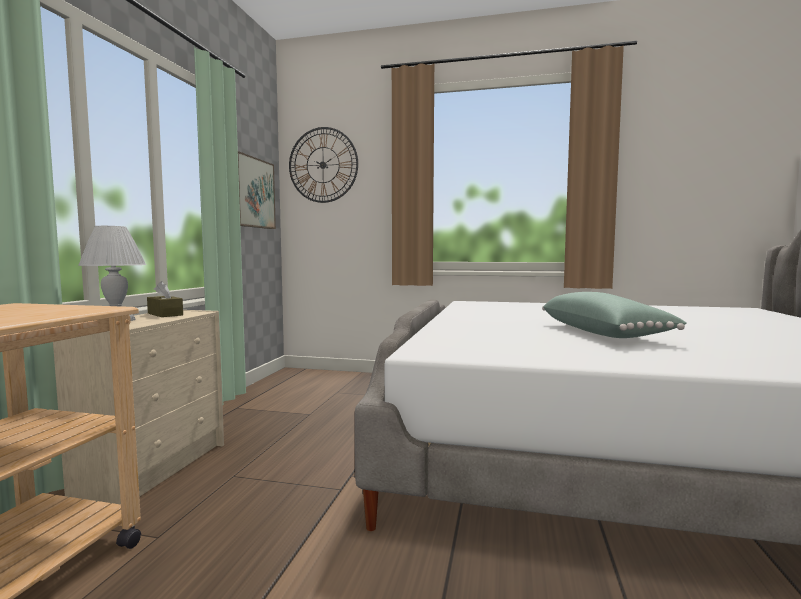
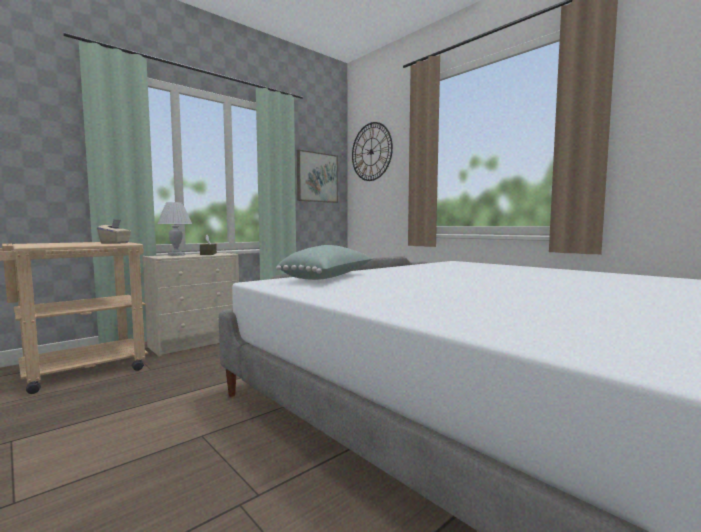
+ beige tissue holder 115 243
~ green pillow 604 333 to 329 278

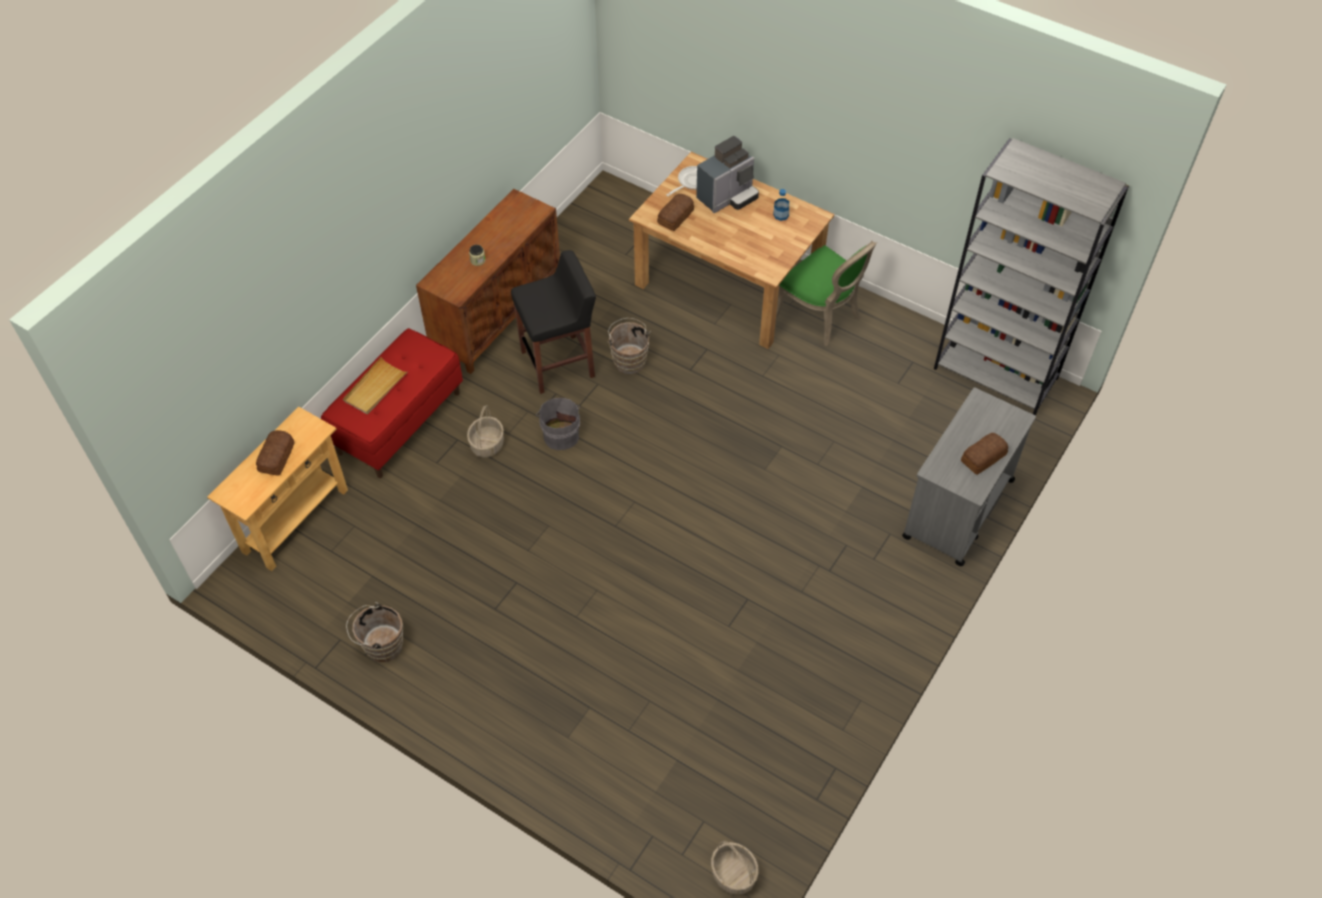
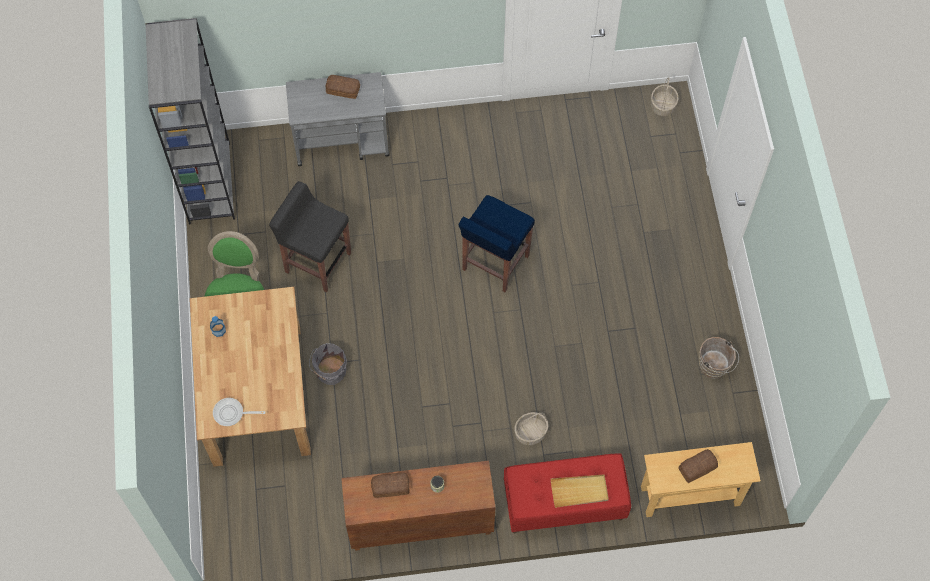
- brownish bucket 629 359
- coffee machine 728 196
+ blue-coloured sitting stool 495 263
~ black sitting stool 559 364 to 317 262
~ gray bucket 561 434 to 330 372
~ bakery bread 676 216 to 390 486

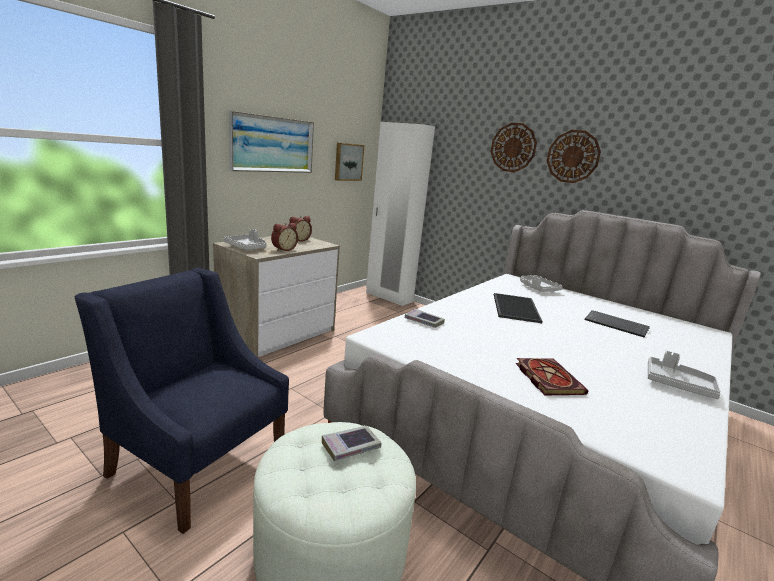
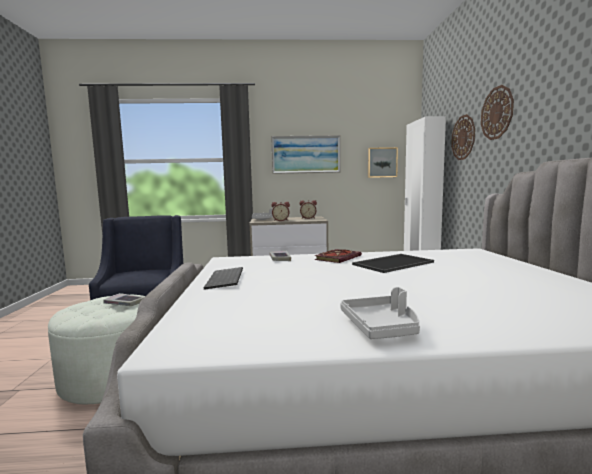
- gray carrying tray 537 288
~ bound book 546 378 to 338 258
~ wall clock 573 156 to 463 137
~ keyboard 617 325 to 226 279

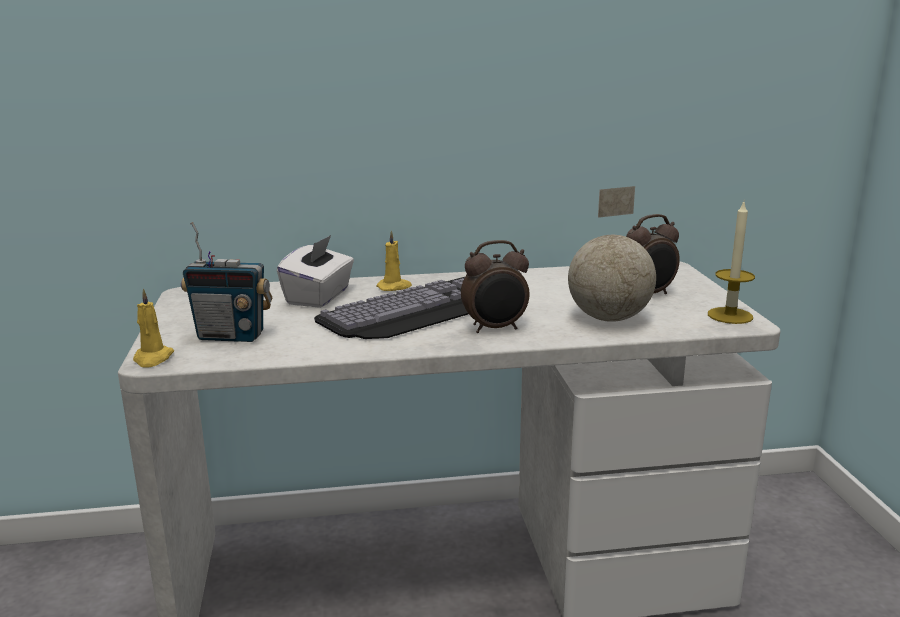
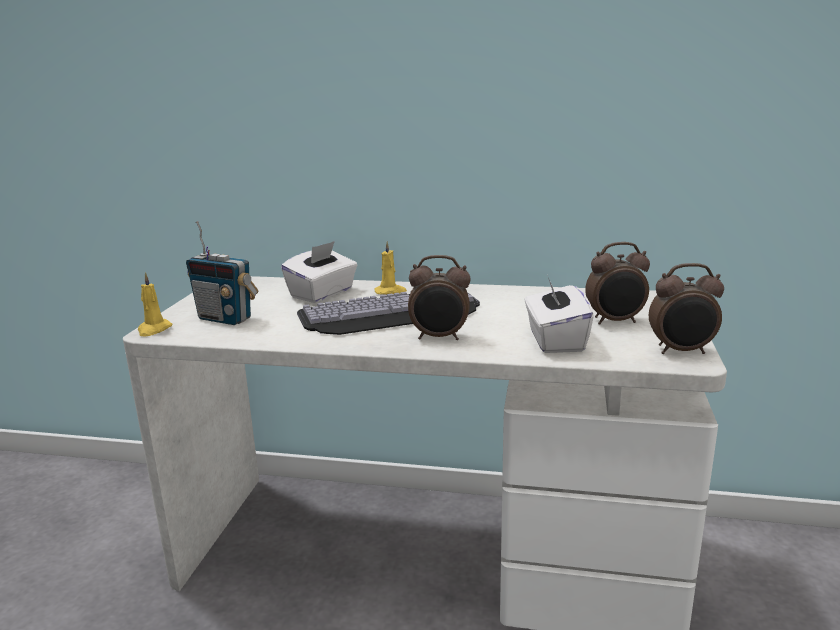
~ desk globe 610 318 to white tissue holder 555 340
~ wax candle 730 315 to bedside clock 681 351

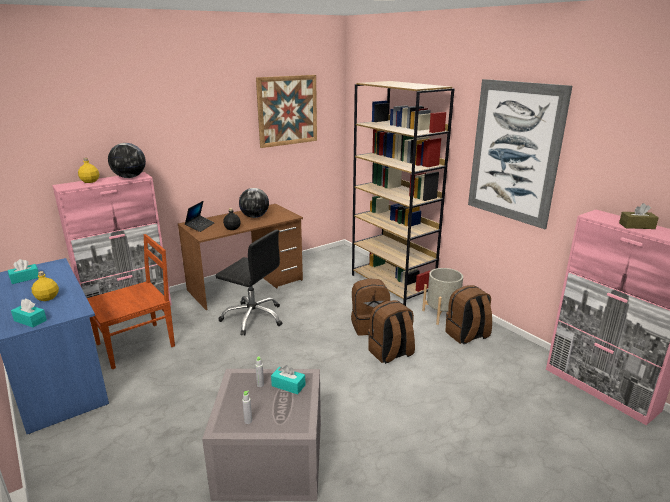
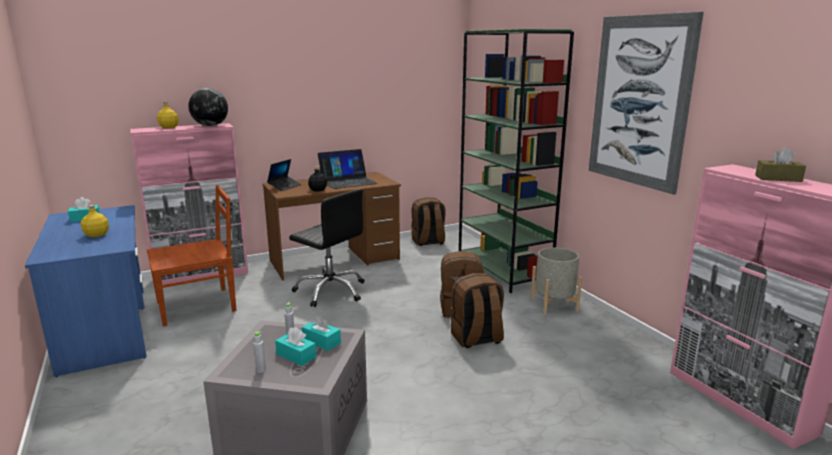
- wall art 287 110
~ turquoise-coloured tissue holder 30 320 to 296 356
~ brownish backpack 467 335 to 428 242
~ desk globe 255 217 to laptop 348 181
~ brownish bookshelf 392 284 to green bookshelf 504 270

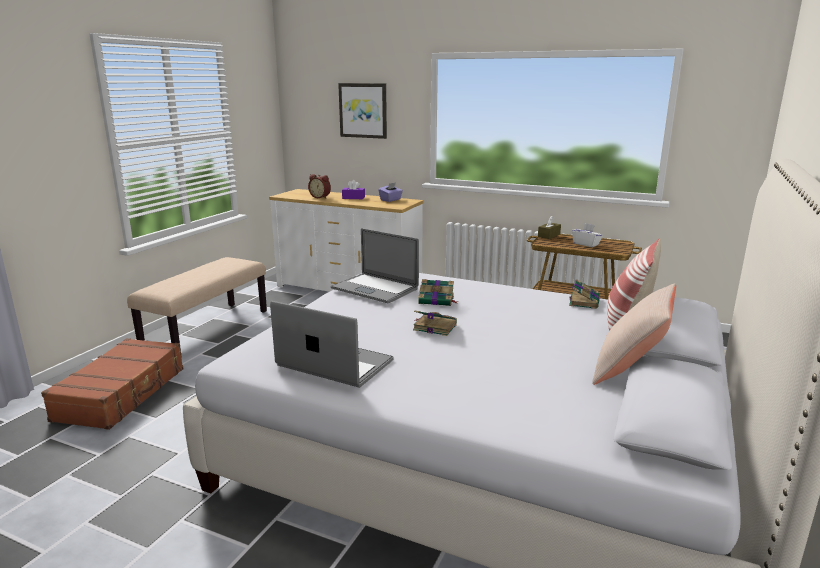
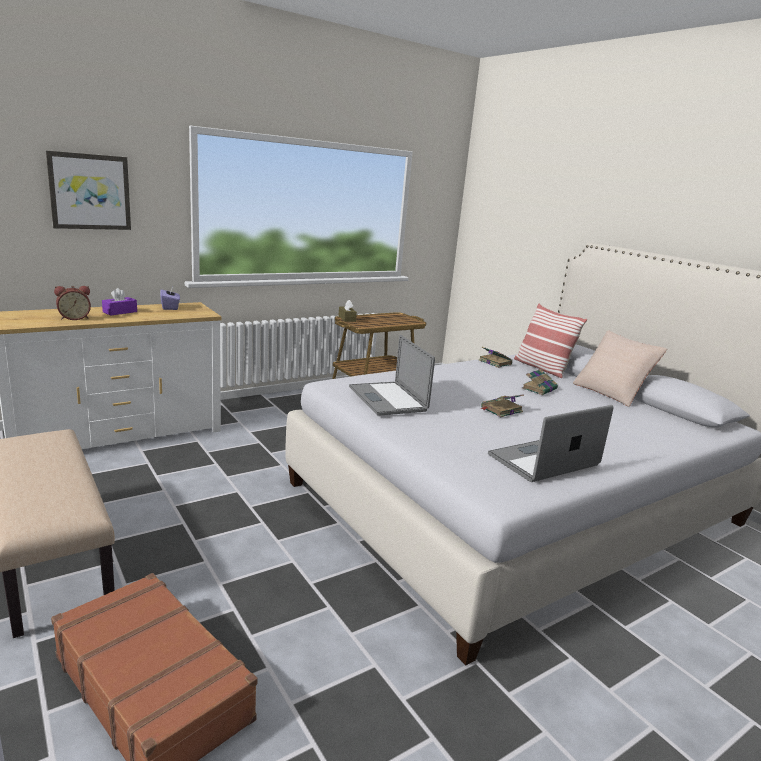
- white tissue holder 586 244
~ bound book 437 300 to 539 389
~ laptop 374 288 = 387 398 90 degrees clockwise

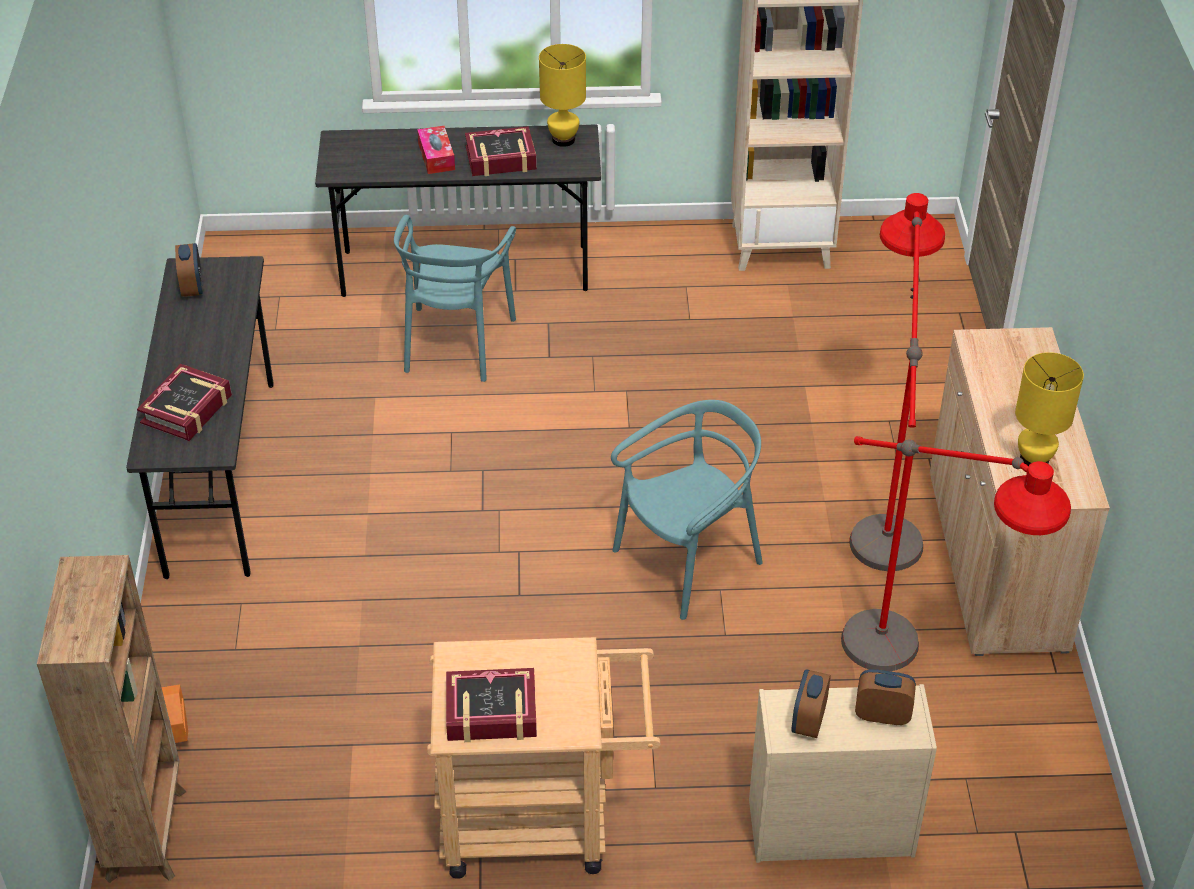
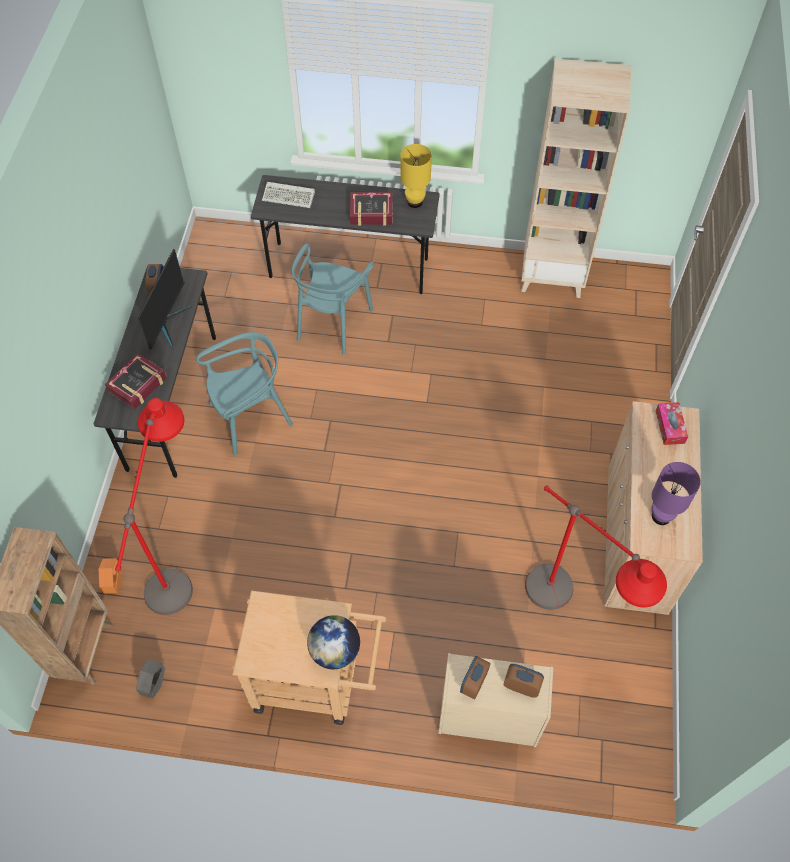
- bound book 491 712
+ gray flower pot 154 684
+ computer screen 167 322
+ keyboard 290 196
+ desk globe 335 650
~ tissue holder 436 157 to 669 427
~ turquoise-coloured plain chair 688 561 to 250 418
~ red-coloured standing lamp 884 506 to 180 560
~ yellow tabletop lamp 1033 461 to purple-coloured tabletop lamp 660 516

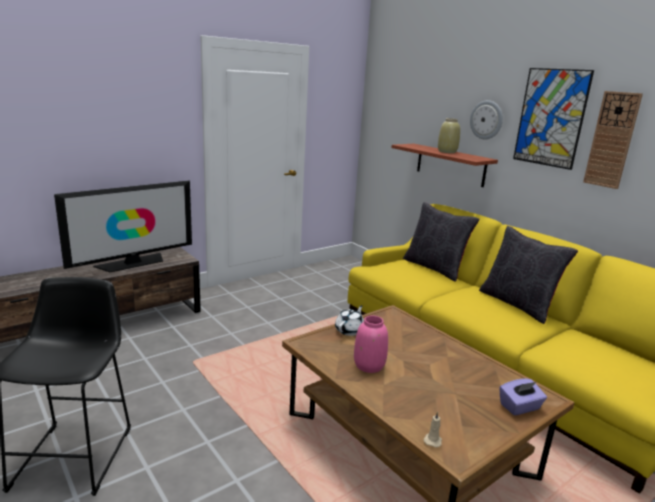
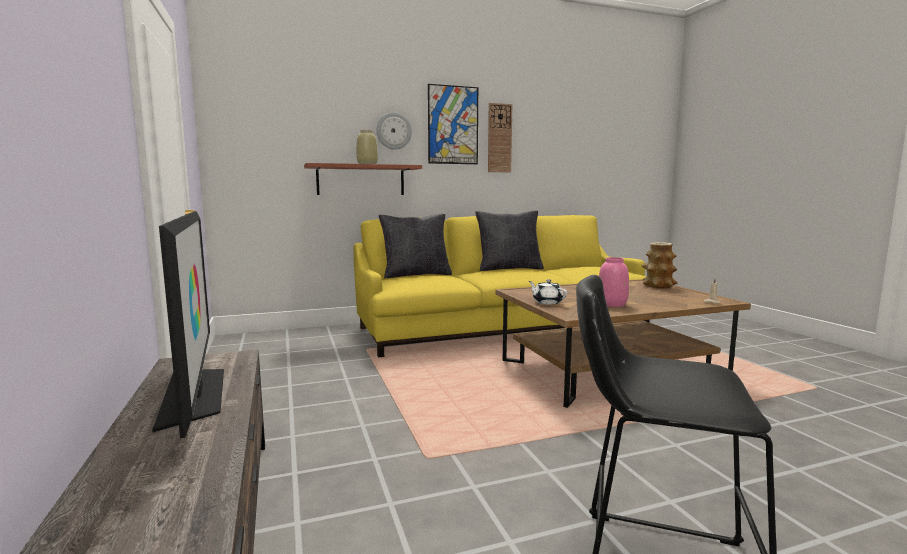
~ purple-coloured tissue holder 520 407 to vase 658 286

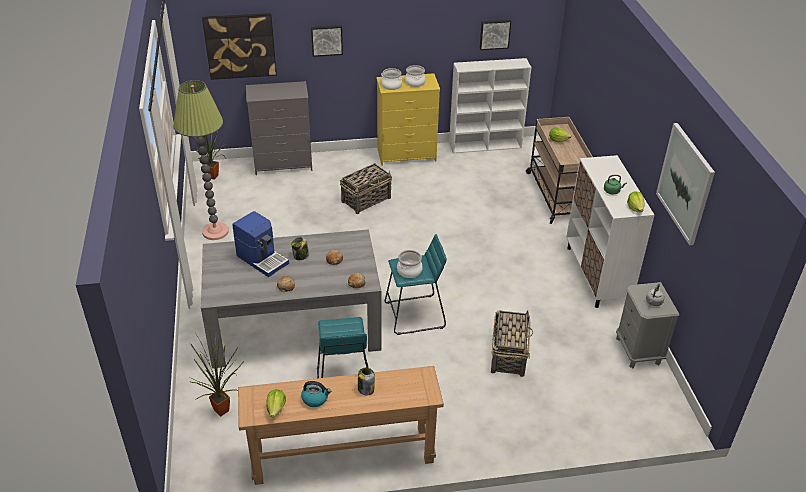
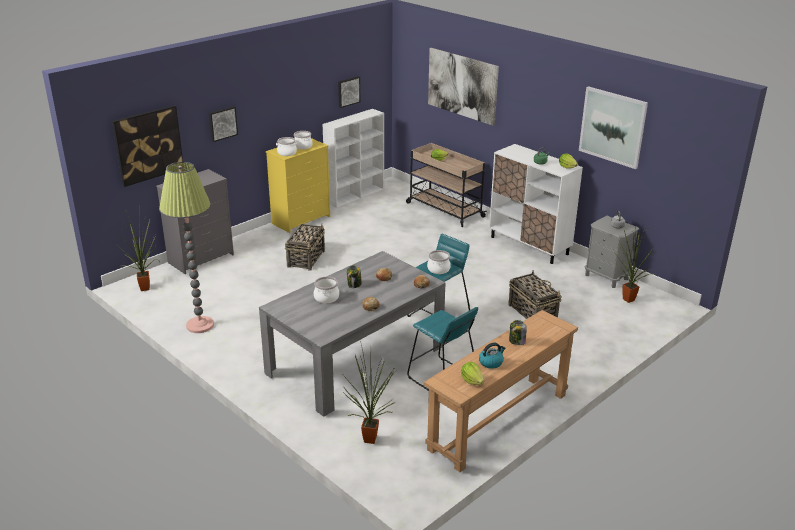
+ wall art 462 85
+ plant in a pot 626 300
~ coffee machine 262 259 to cooking pot 326 297

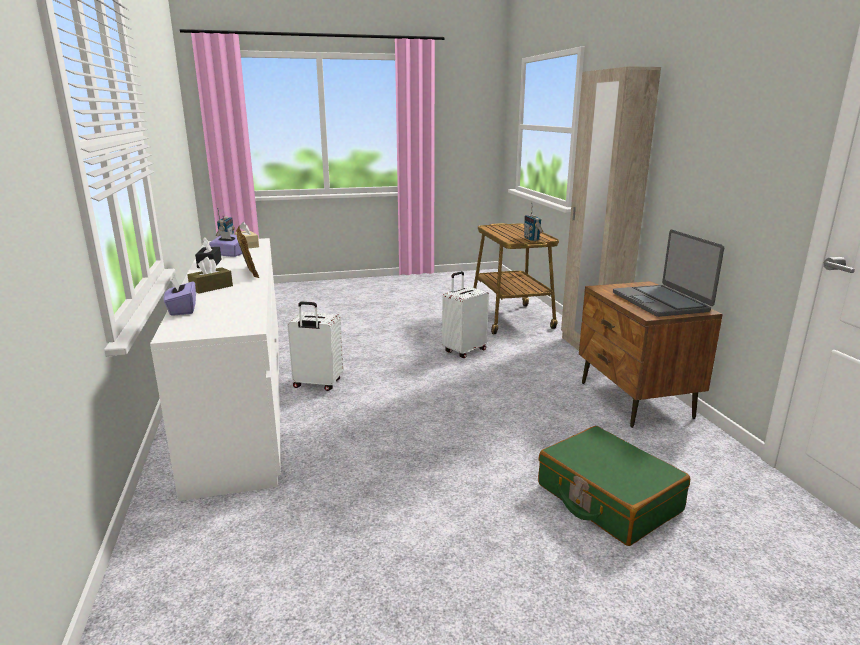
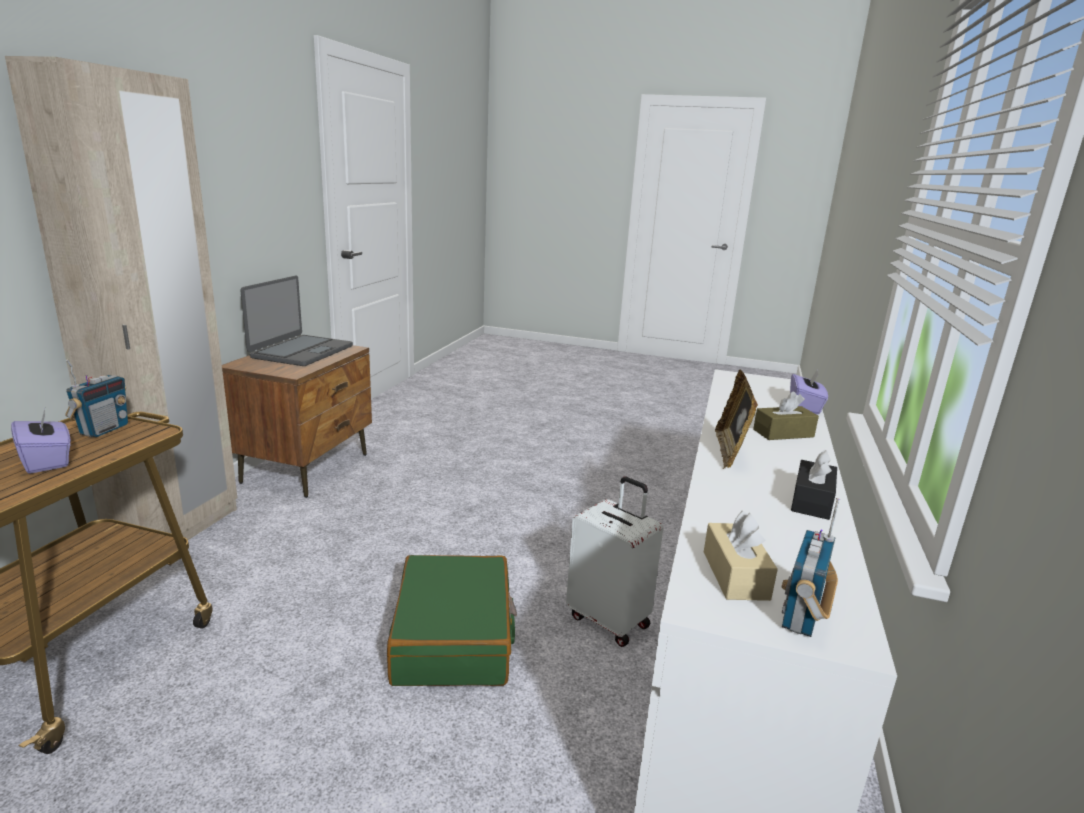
- white piece of luggage 464 351
~ purple-coloured tissue holder 228 254 to 47 461
~ green piece of luggage 607 498 to 454 637

